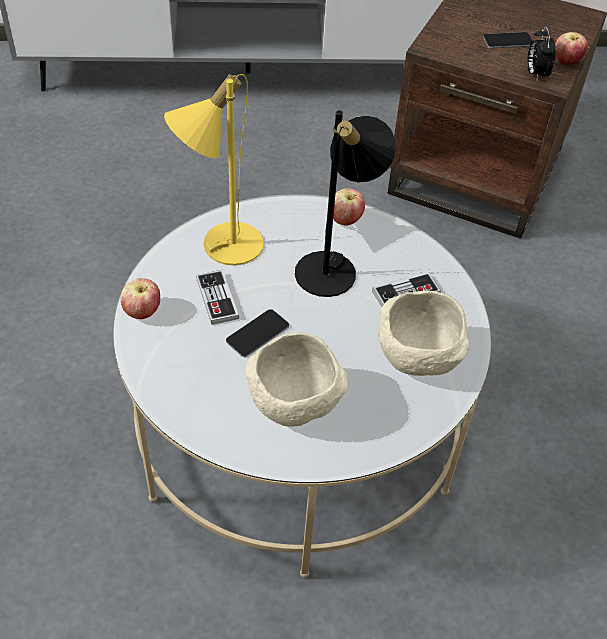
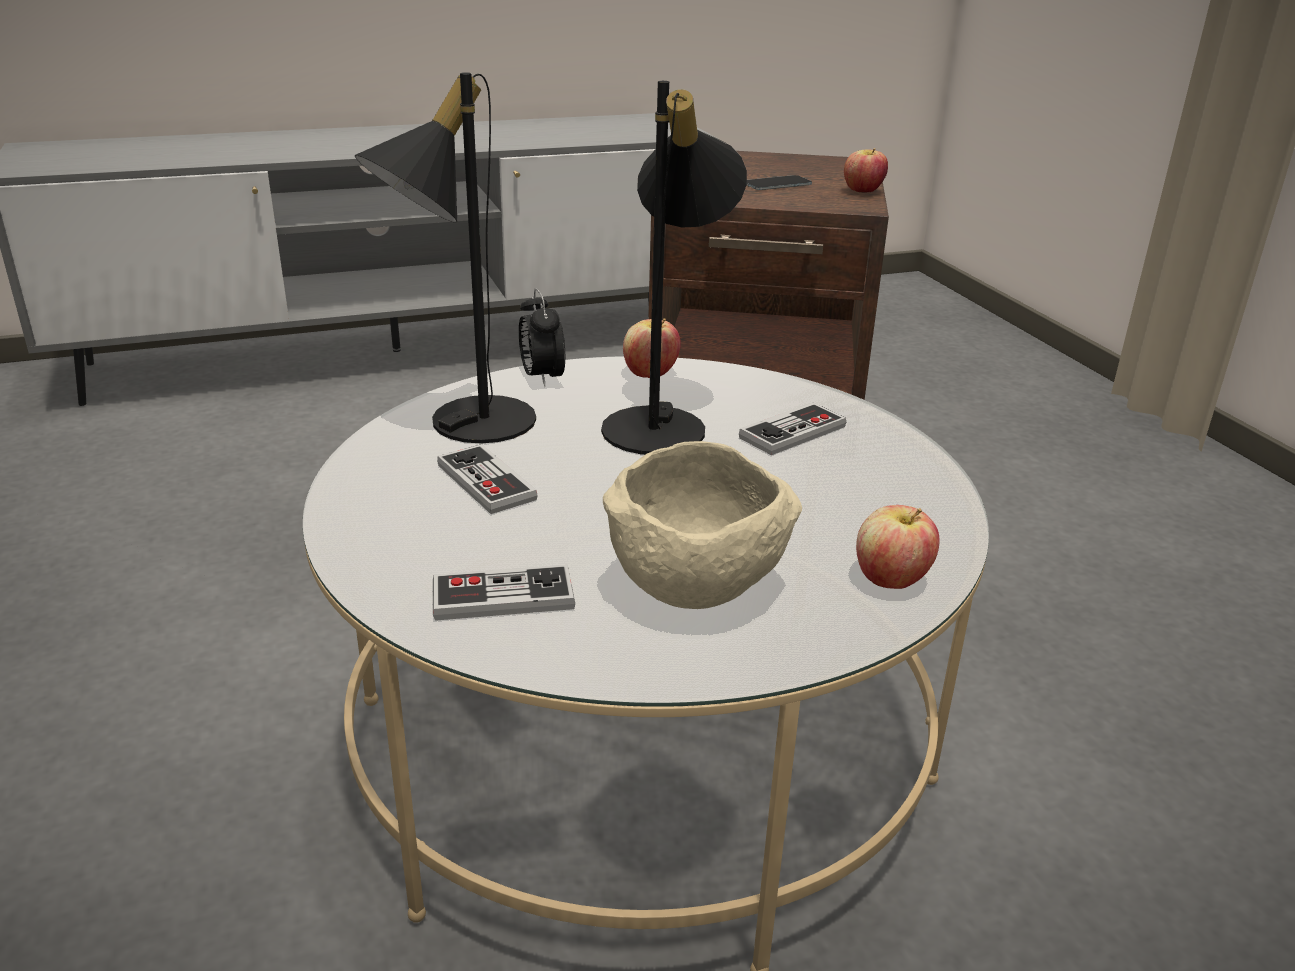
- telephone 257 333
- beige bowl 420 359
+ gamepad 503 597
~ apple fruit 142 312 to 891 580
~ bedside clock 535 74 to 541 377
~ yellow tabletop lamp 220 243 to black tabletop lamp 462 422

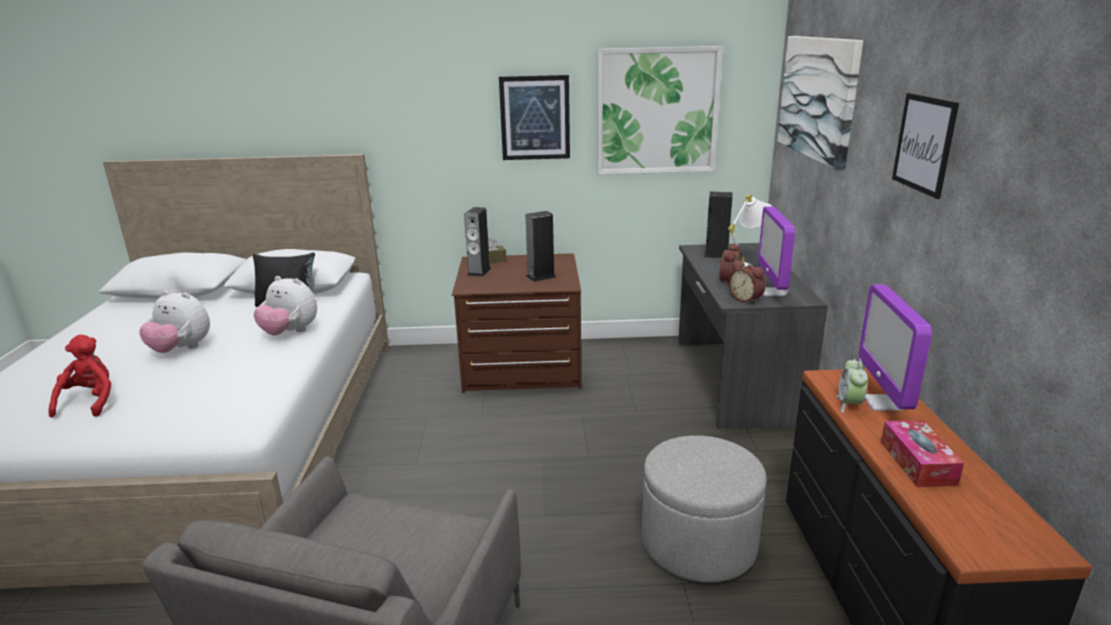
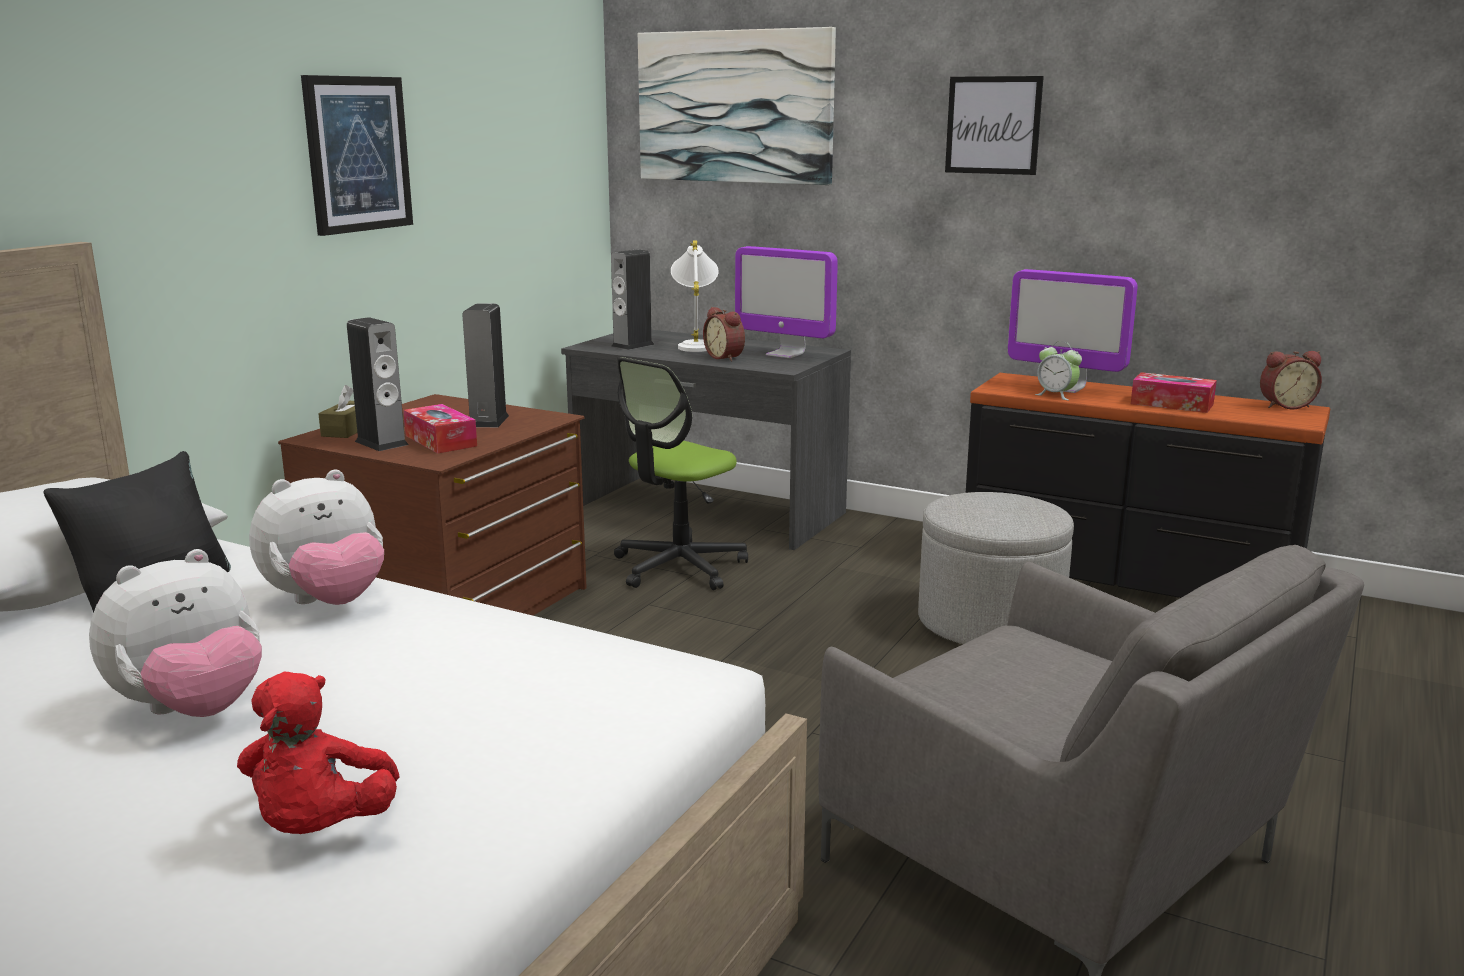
- wall art 657 111
+ tissue holder 441 441
+ computer chair 679 567
~ bedside clock 746 299 to 1285 406
~ red-coloured cuddly toy 90 402 = 321 828 120 degrees counterclockwise

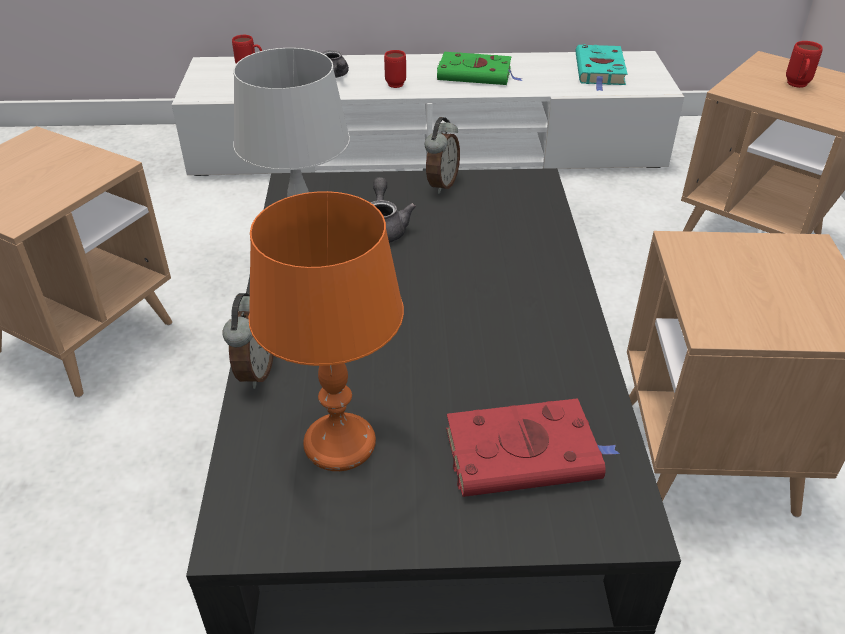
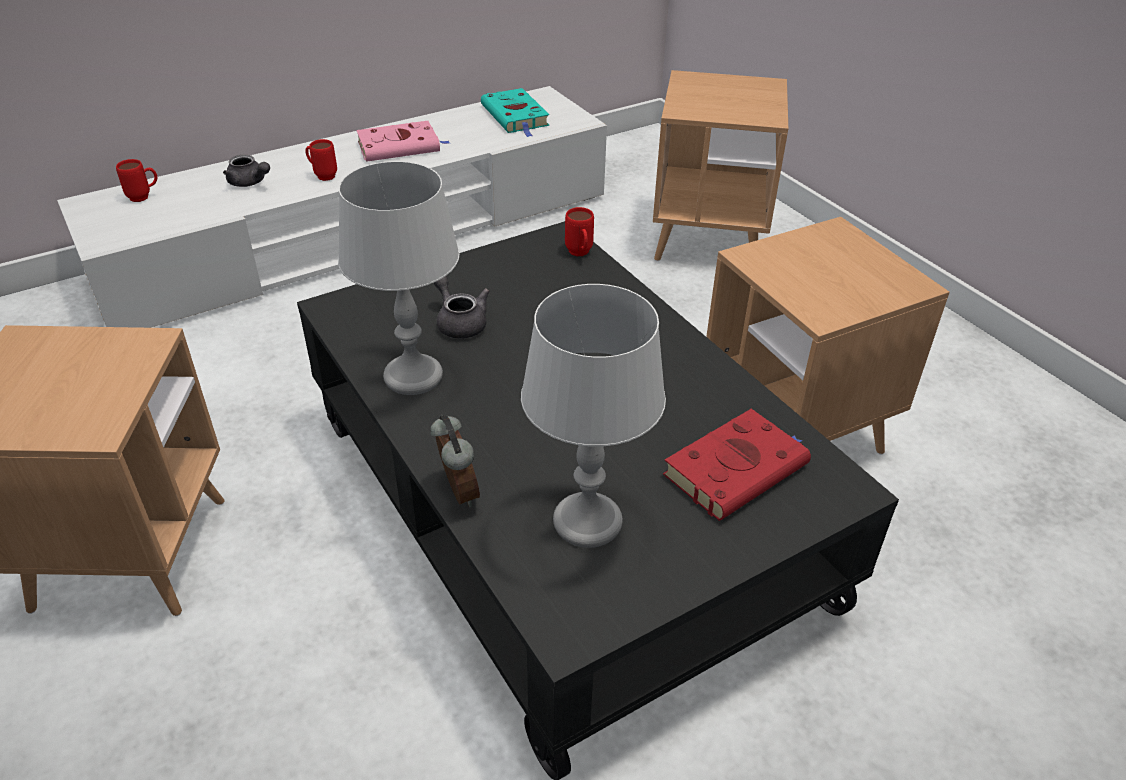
- bedside clock 441 184
~ red-coloured tea mug 797 86 to 580 254
~ orangey tabletop lamp 339 445 to gray tabletop lamp 587 522
~ green bound book 476 74 to pinkish bound book 401 146

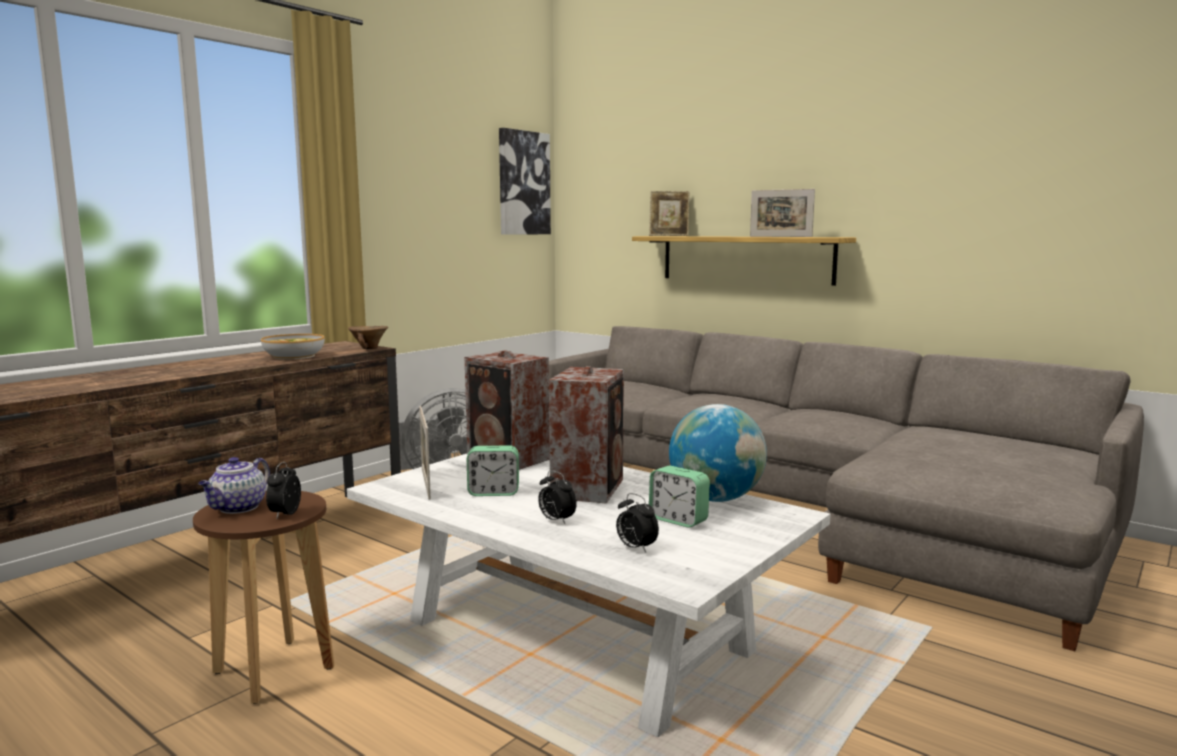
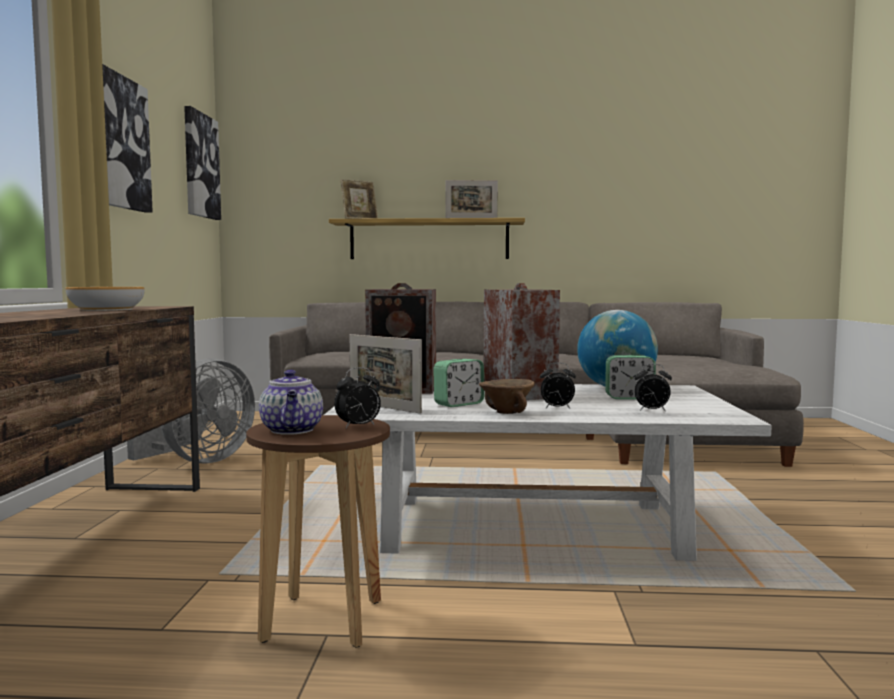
+ wall art 121 143
~ brownish bowl 369 349 to 507 413
~ bedside clock 285 514 = 358 426 90 degrees counterclockwise

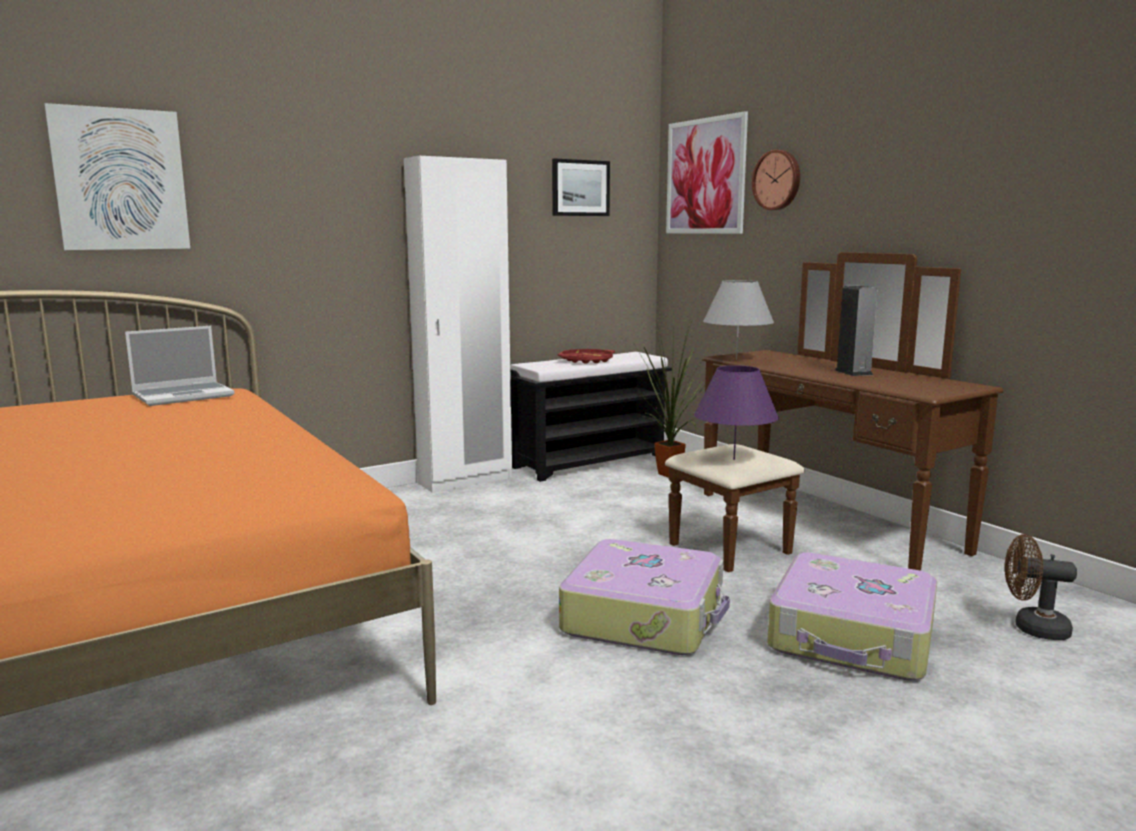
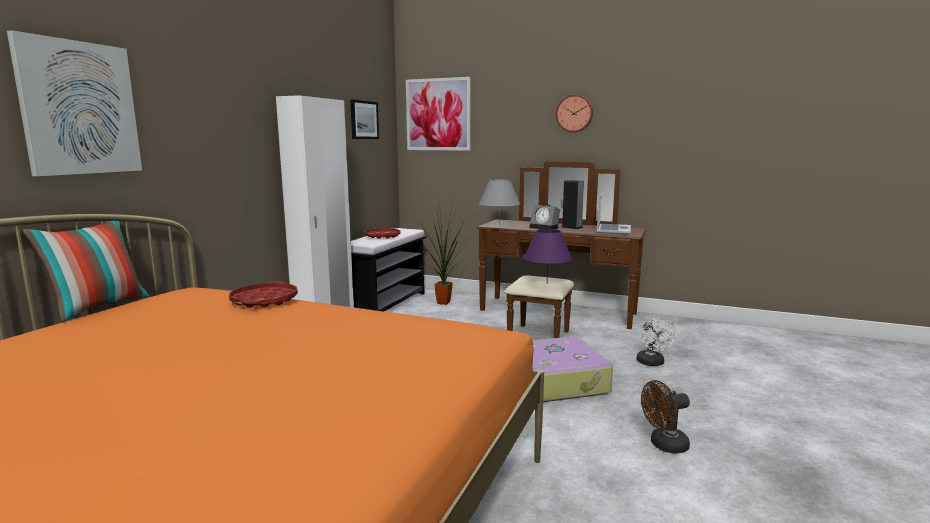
+ pillow 98 307
+ red-coloured carrying tray 264 300
+ bedside clock 545 228
~ laptop 184 396 to 612 230
~ wall clock 777 180 to 574 113
~ brownish electric fan 1032 628 to 664 445
~ piece of luggage 853 637 to white electric fan 652 363

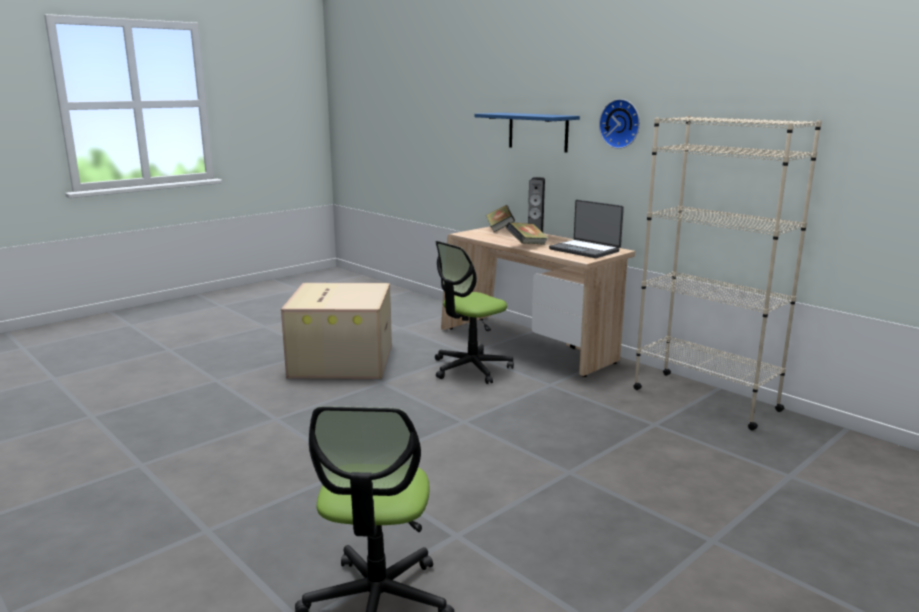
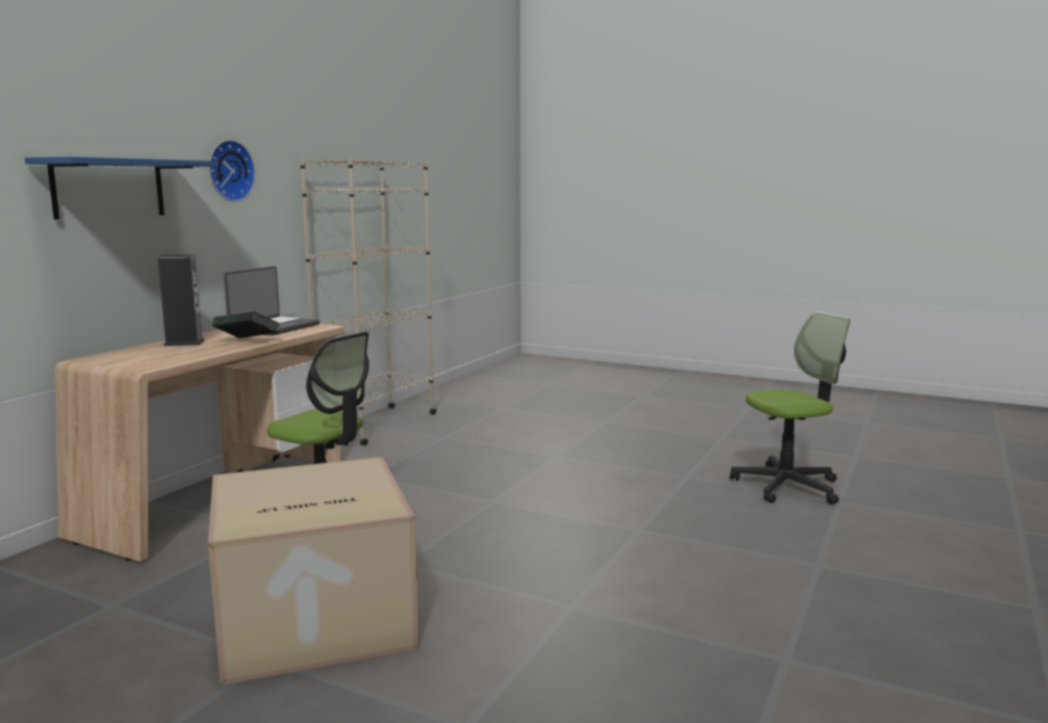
- bound book 499 229

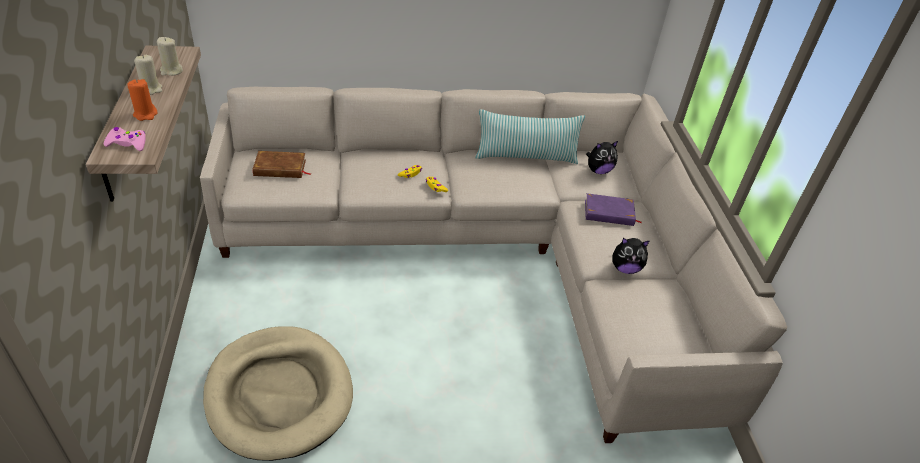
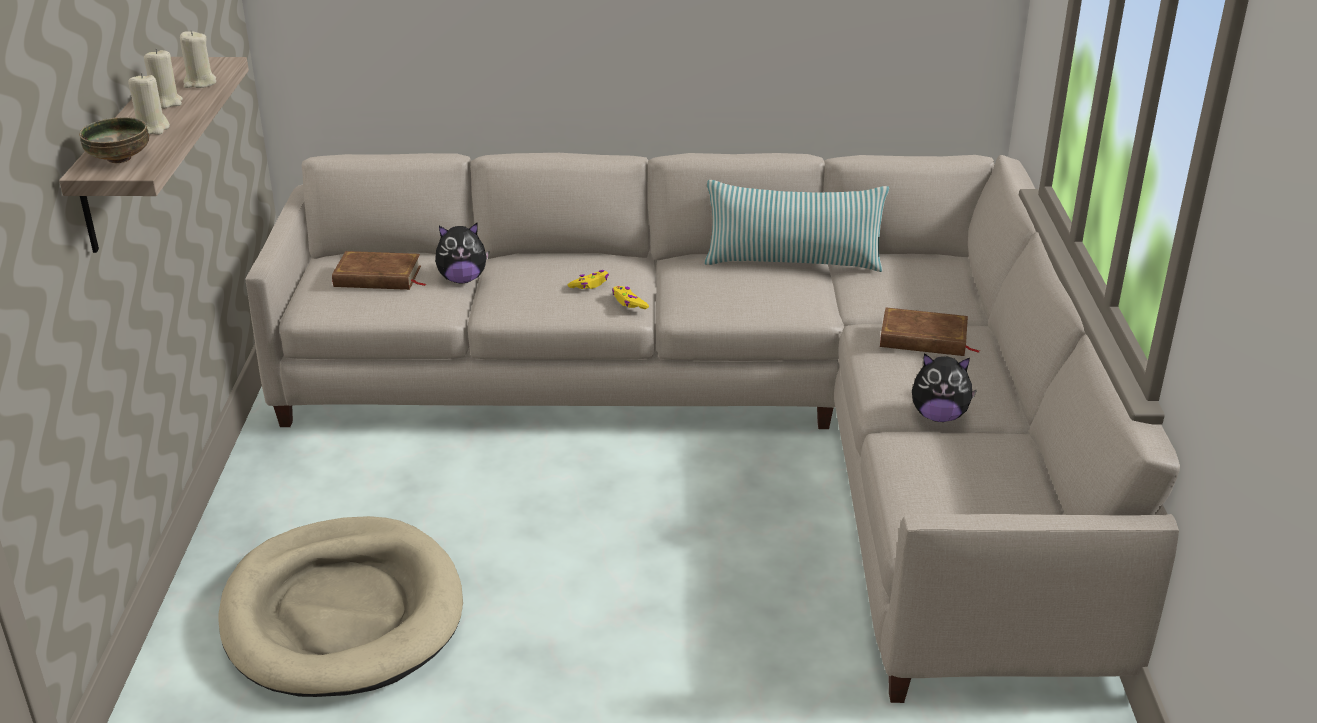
~ cuddly toy 598 170 to 462 279
~ pinkish gamepad 127 143 to bowl 120 159
~ orangey wax candle 145 114 to beige wax candle 152 129
~ purple-coloured bound book 609 213 to brownish bound book 923 338

